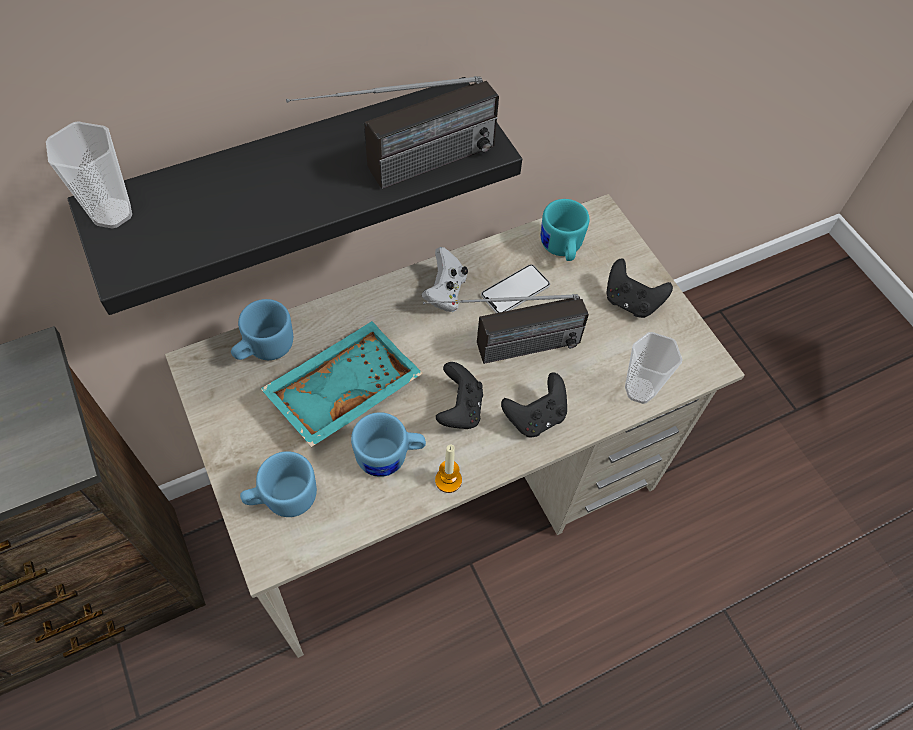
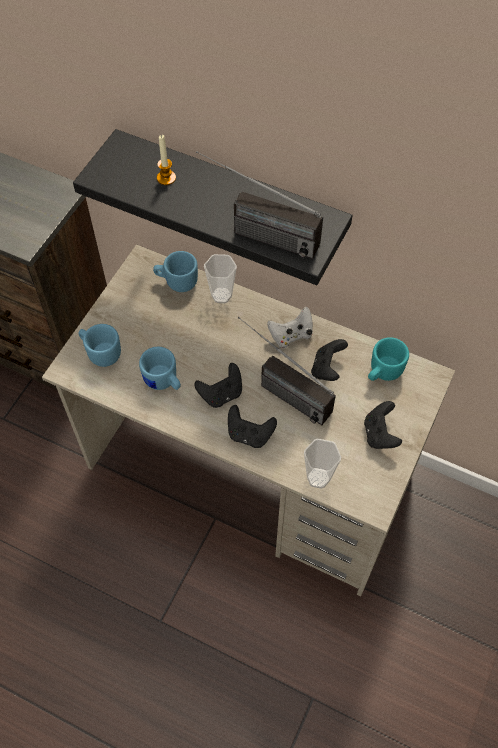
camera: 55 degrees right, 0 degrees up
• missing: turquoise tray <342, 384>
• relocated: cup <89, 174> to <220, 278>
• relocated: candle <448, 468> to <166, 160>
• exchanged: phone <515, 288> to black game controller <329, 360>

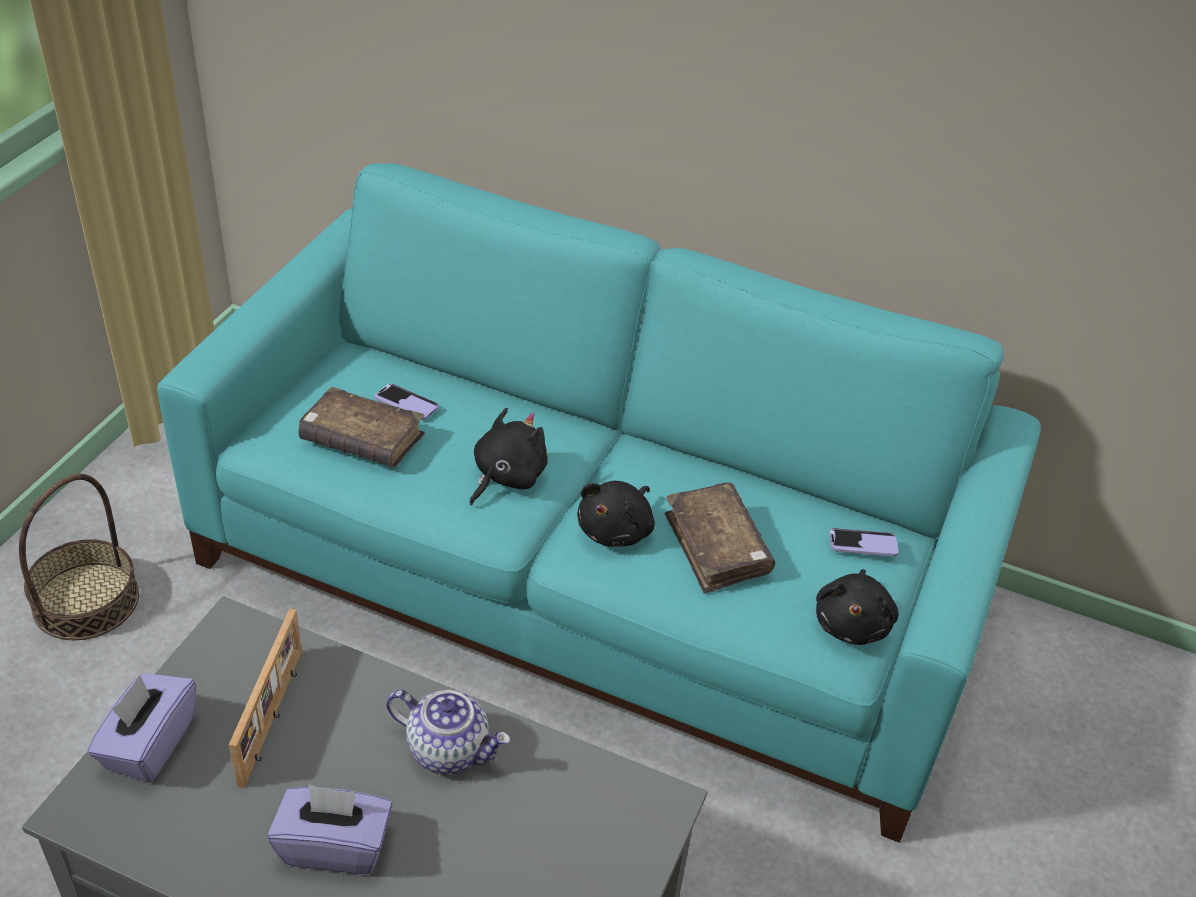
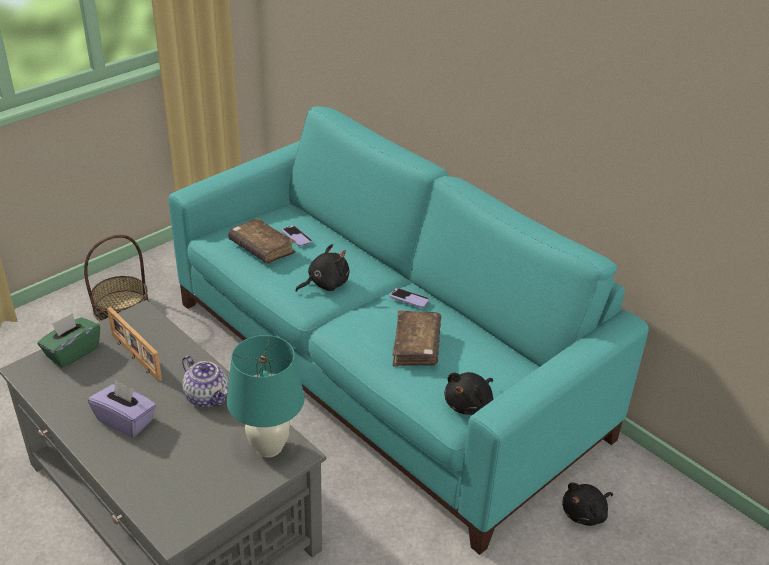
camera: 25 degrees right, 5 degrees down
• appeared: turquoise table lamp <266, 396>
• relocated: black plush toy <616, 513> to <587, 504>
• relocated: phone <864, 542> to <409, 298>
• colour: purple tissue box <141, 727> to green tissue box <68, 340>
• spun: picture frame <265, 698> = <134, 344> 105 degrees clockwise

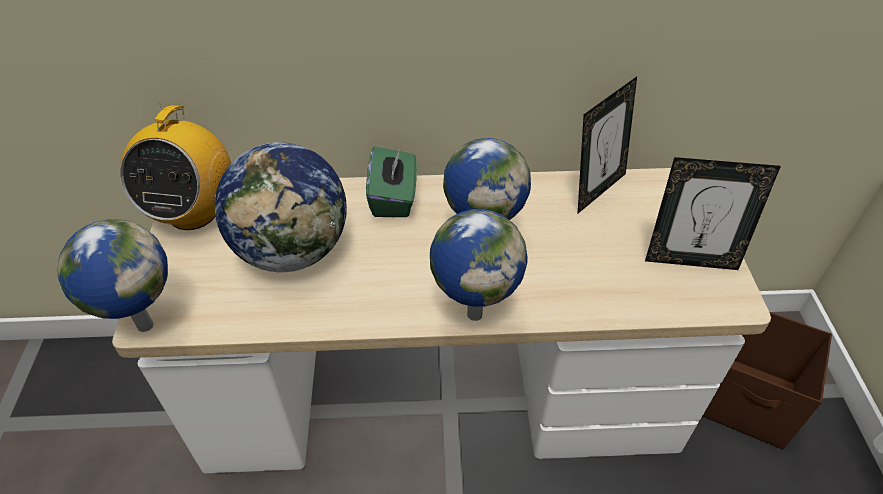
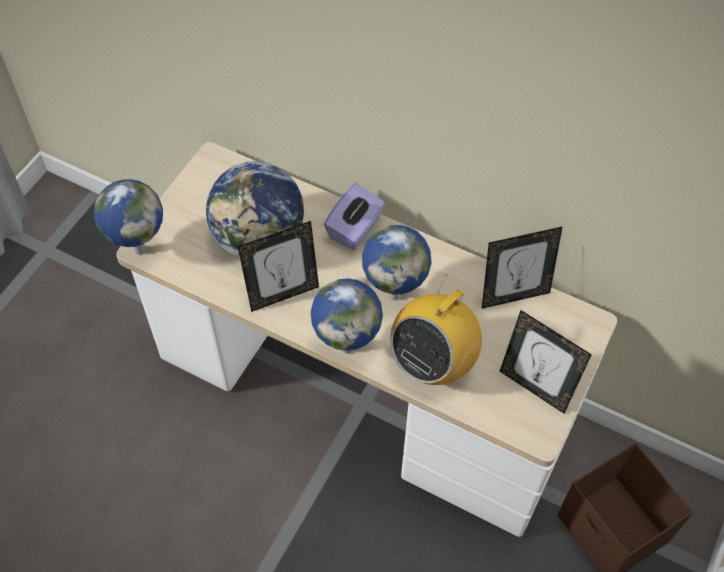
camera: 30 degrees right, 10 degrees up
• appeared: picture frame <278, 266>
• relocated: radio <175, 167> to <436, 330>
• colour: green tissue box <391, 181> to purple tissue box <354, 216>

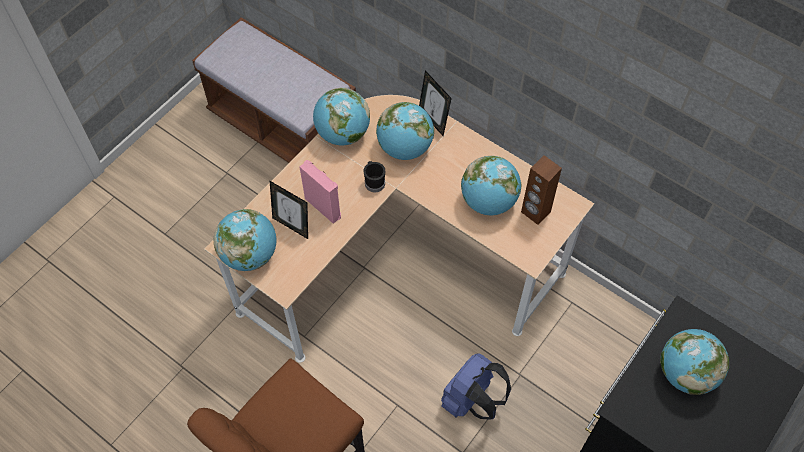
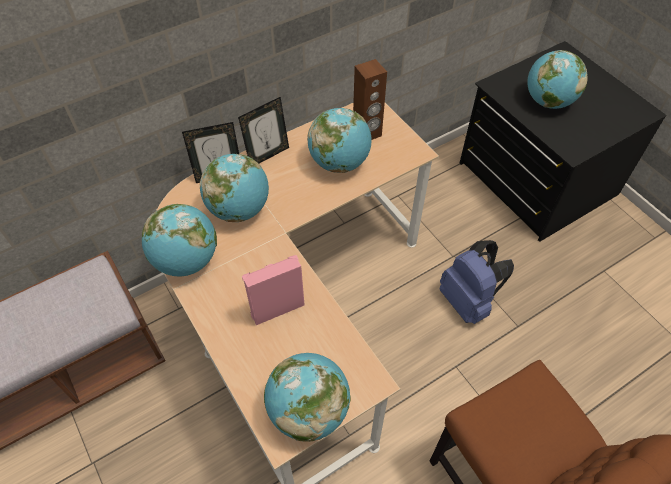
camera: 70 degrees left, 5 degrees down
• missing: black mug <375, 177>
• relocated: picture frame <289, 210> to <263, 130>

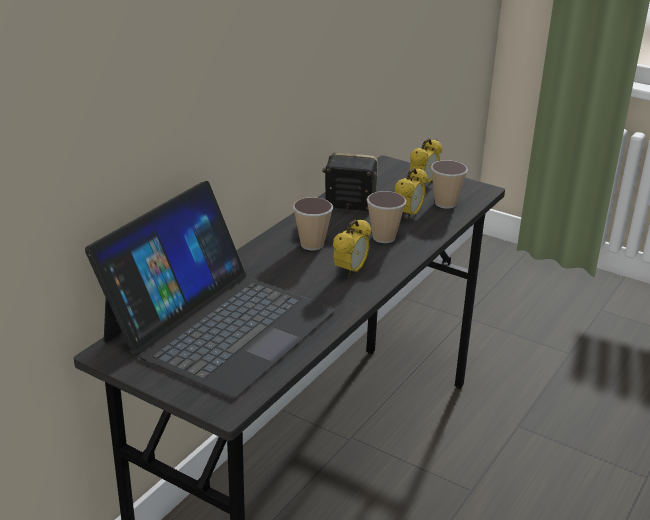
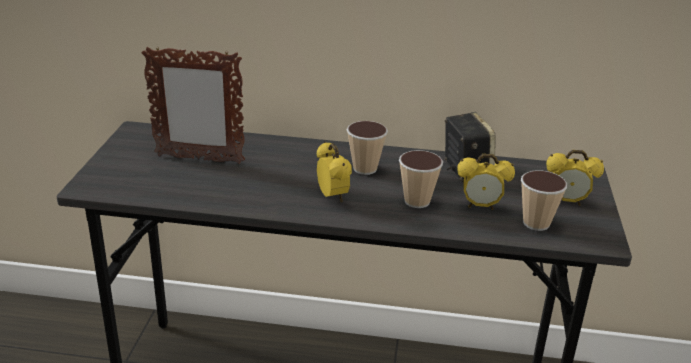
camera: 65 degrees right, 0 degrees up
• exchanged: laptop <210, 290> to picture frame <193, 105>
• spun: alarm clock <352, 248> = <334, 172> 120 degrees counterclockwise

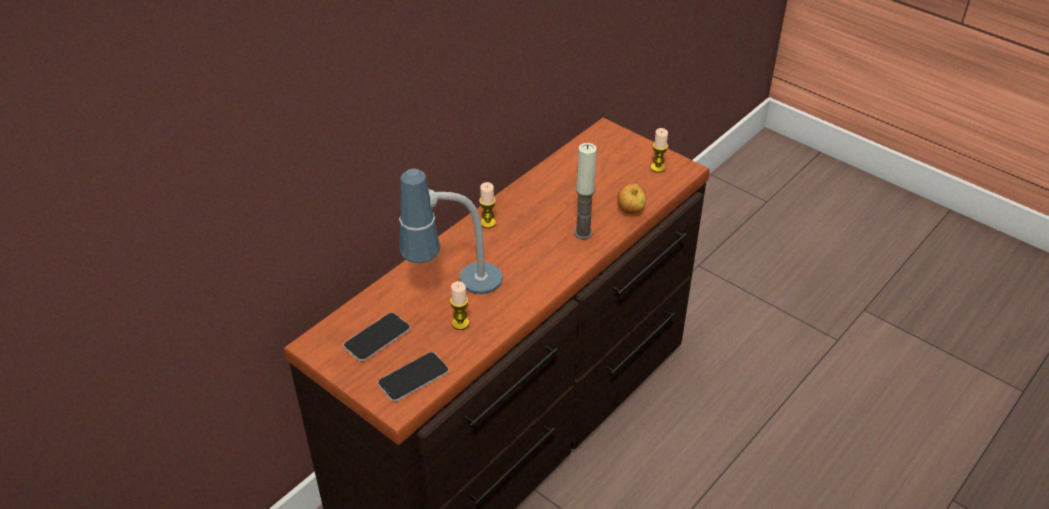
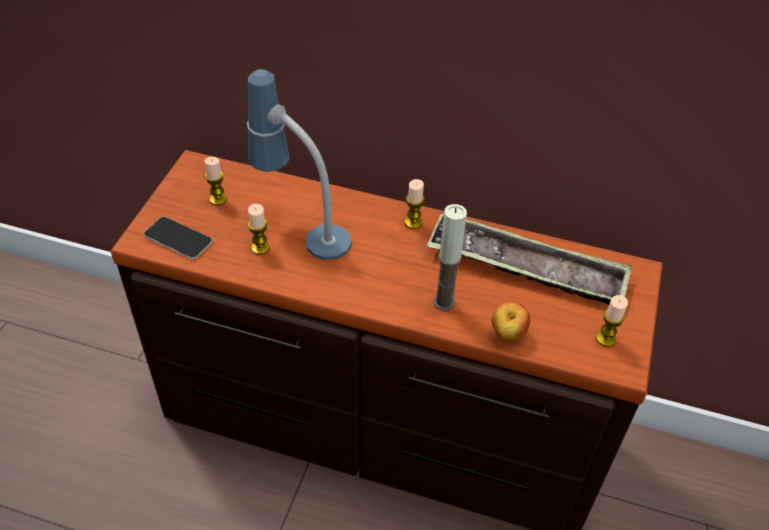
camera: 65 degrees right, 5 degrees up
• appeared: tray <529, 259>
• exchanged: phone <376, 337> to candle <215, 181>

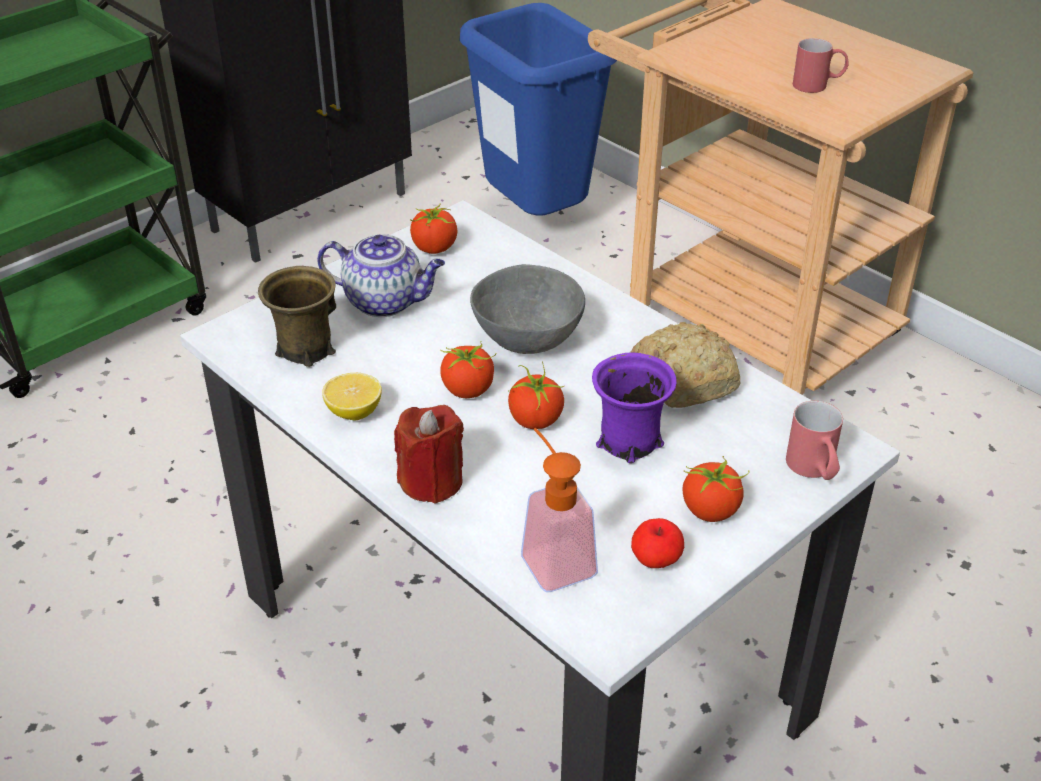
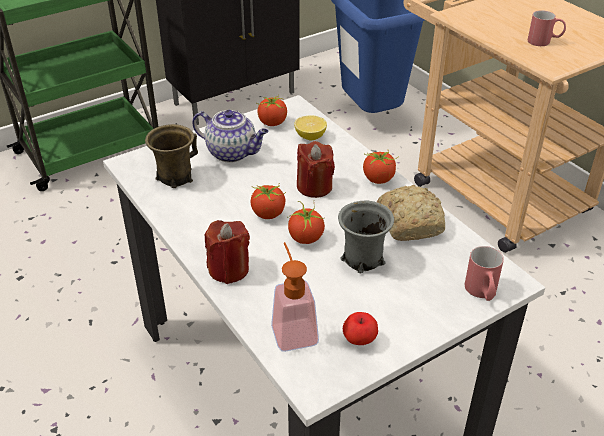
camera: 10 degrees right, 0 degrees up
• relocated: lemon <352, 397> to <310, 127>
• relocated: tomato <716, 489> to <381, 167>
• exchanged: grey bowl <527, 309> to red candle <316, 169>
• colour: purple mug <634, 407> to grey mug <366, 237>

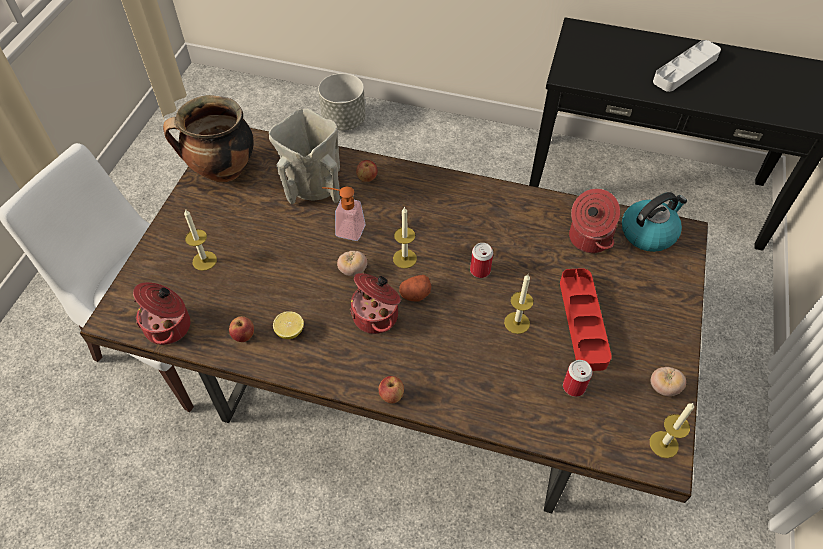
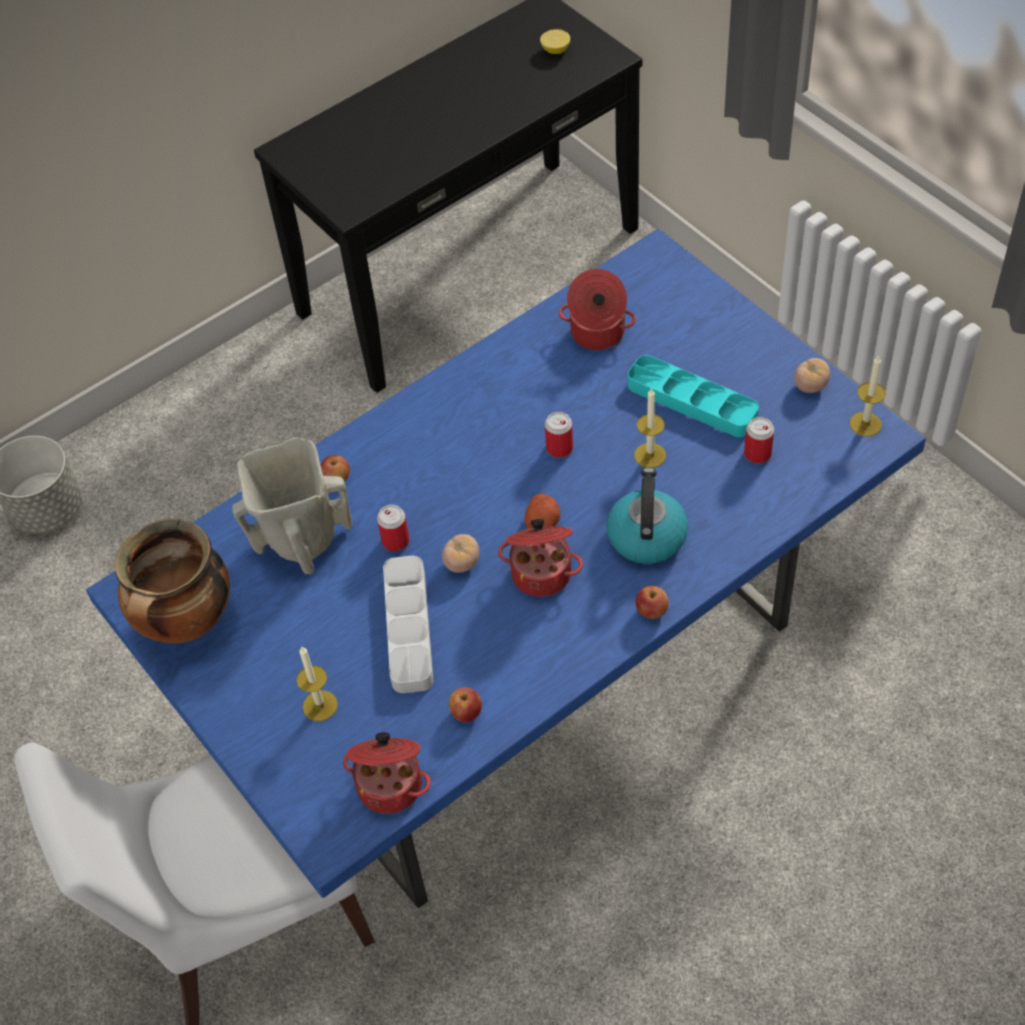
camera: 50 degrees left, 0 degrees up
• missing: candle <405, 237>
• relocated: lemon <288, 325> to <555, 41>
• relocated: kettle <654, 222> to <647, 516>
• relocated: grey tray <687, 66> to <408, 624>
• exchanged: soap dispenser <343, 214> to can <393, 528>
• colour: brown dining table <394, 320> to blue dining table <506, 568>
• colour: red tray <586, 319> to turquoise tray <693, 396>

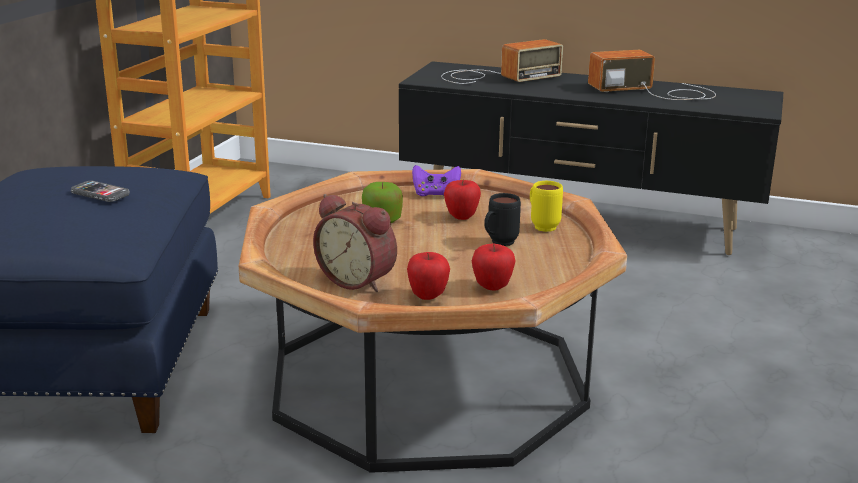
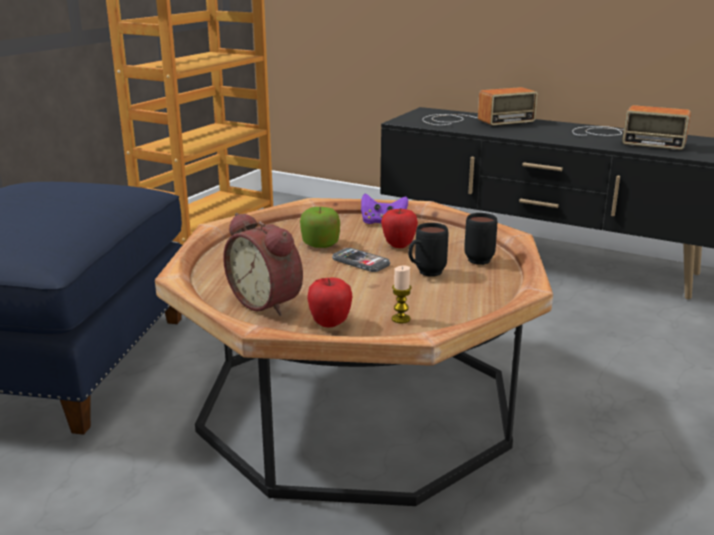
camera: 10 degrees right, 0 degrees up
• relocated: phone <100, 191> to <361, 260>
• exchanged: apple <494, 267> to candle <402, 295>
• colour: yellow mug <546, 206> to black mug <480, 239>
• spun: radio <652, 75> = <631, 127> 150 degrees counterclockwise

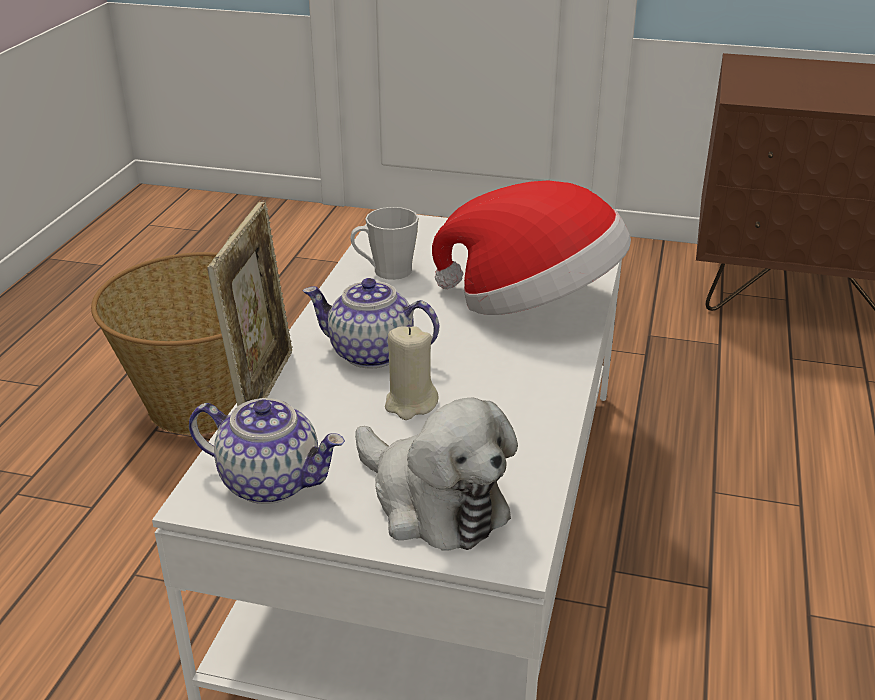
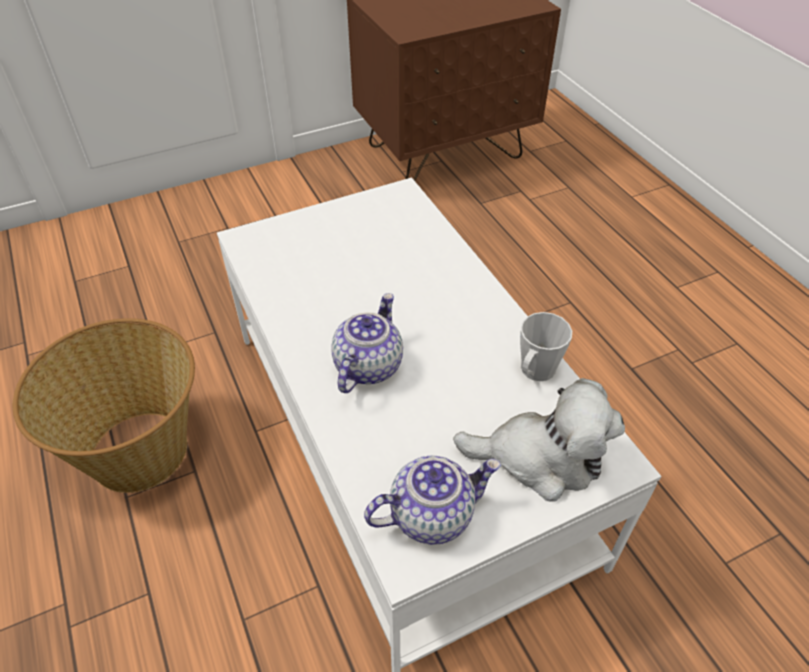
camera: 40 degrees left, 15 degrees up
• missing: picture frame <250, 303>
• missing: beige candle <412, 373>
• missing: hat <531, 248>
• relocated: grey mug <384, 243> to <546, 346>
• spun: teapot <370, 323> = <367, 343> 135 degrees clockwise

